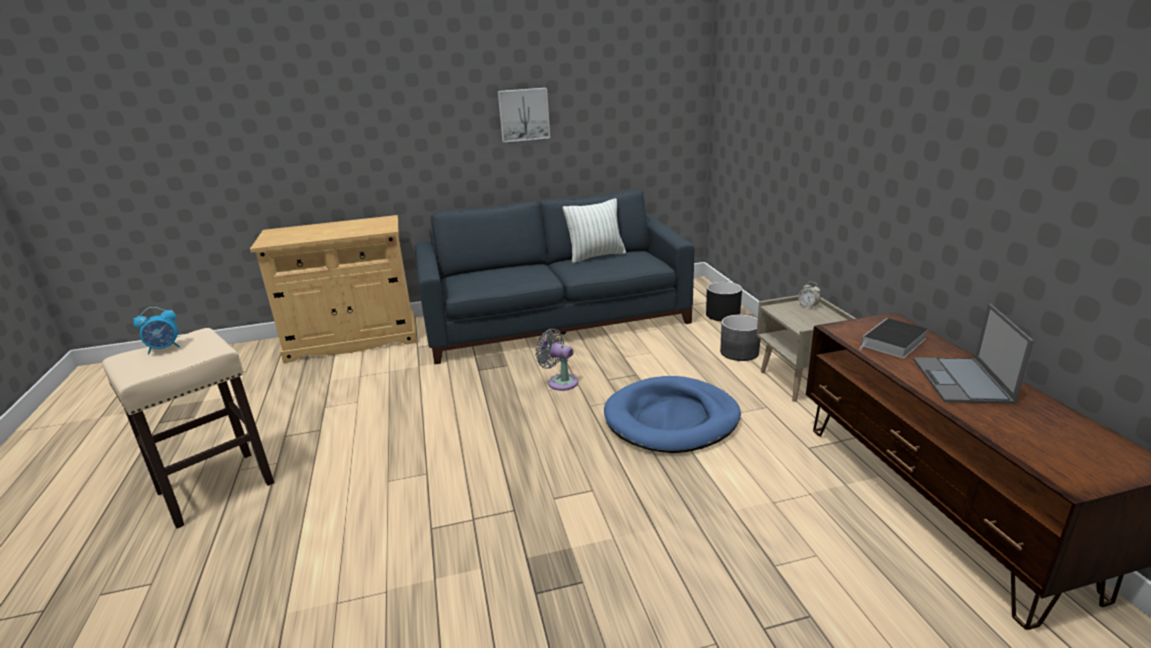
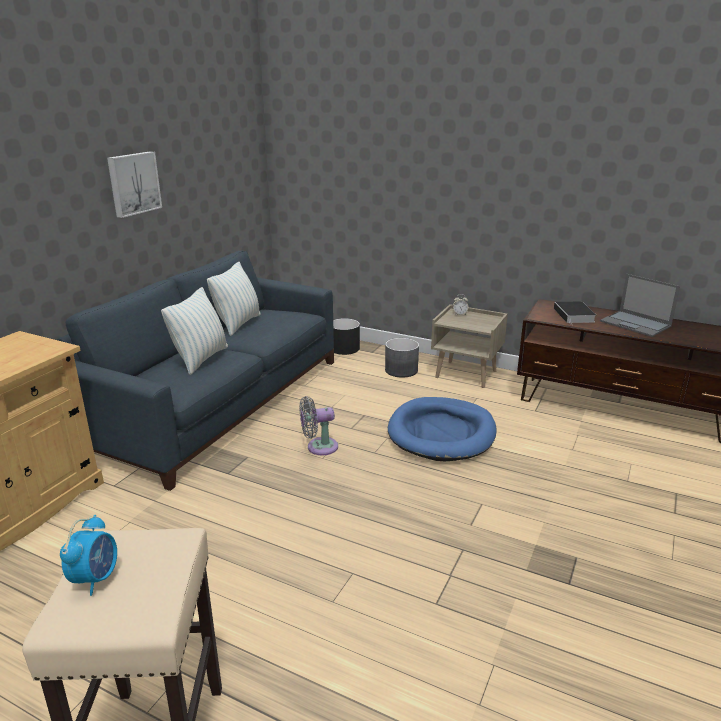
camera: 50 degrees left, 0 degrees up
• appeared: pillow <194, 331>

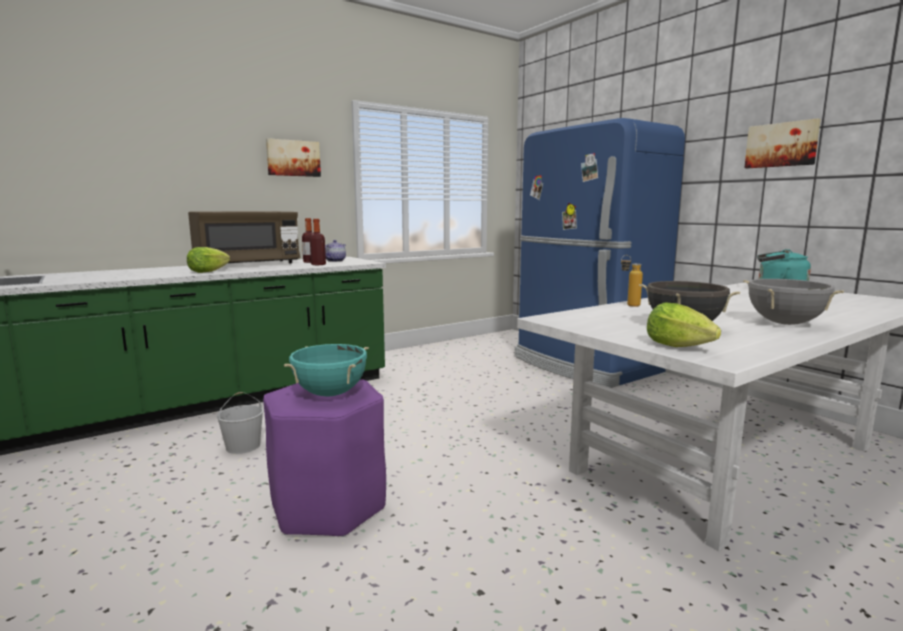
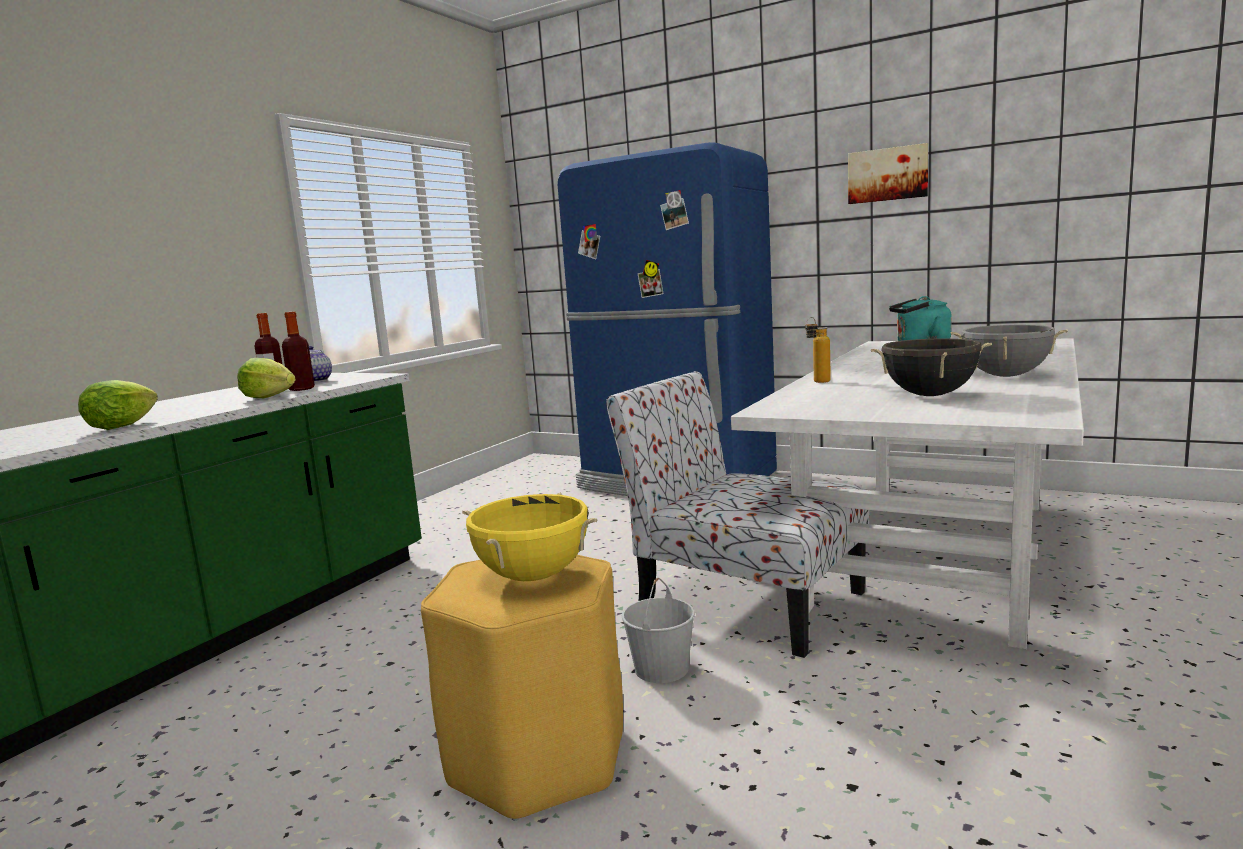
camera: 25 degrees left, 0 degrees up
• missing: brown microwave <244, 237>
• missing: picture <293, 157>
• appeared: chair <738, 514>
• relocated: white bucket <240, 423> to <658, 630>
• relocated: lettuce <684, 324> to <266, 378>
• colour: purple stool <324, 458> to yellow stool <522, 688>
• colour: turquoise cooking pot <326, 370> to yellow cooking pot <530, 536>

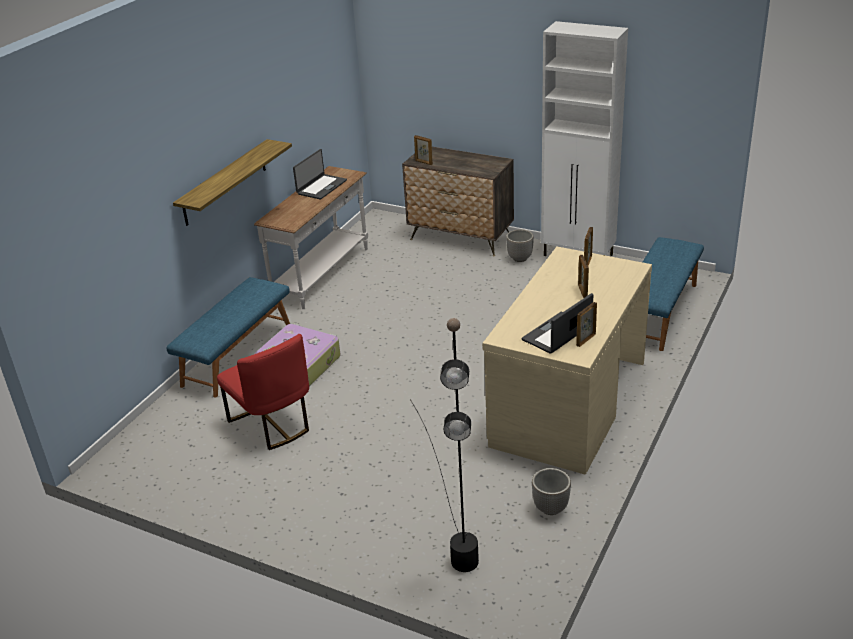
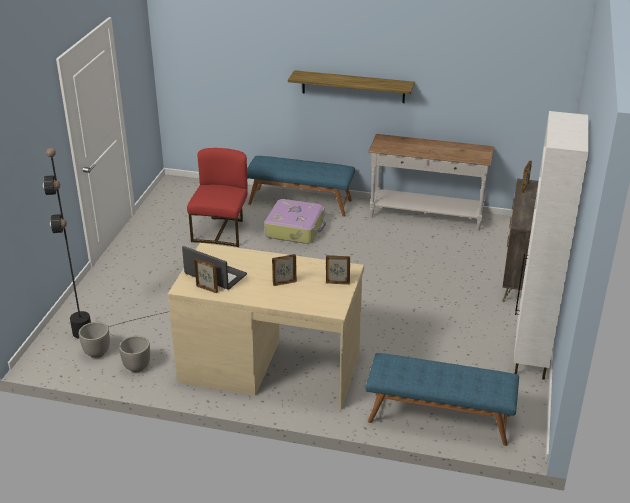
camera: 75 degrees right, 0 degrees up
• missing: laptop <320, 174>
• relocated: planter <520, 245> to <94, 340>
• spun: red chair <263, 392> = <217, 197> 150 degrees clockwise

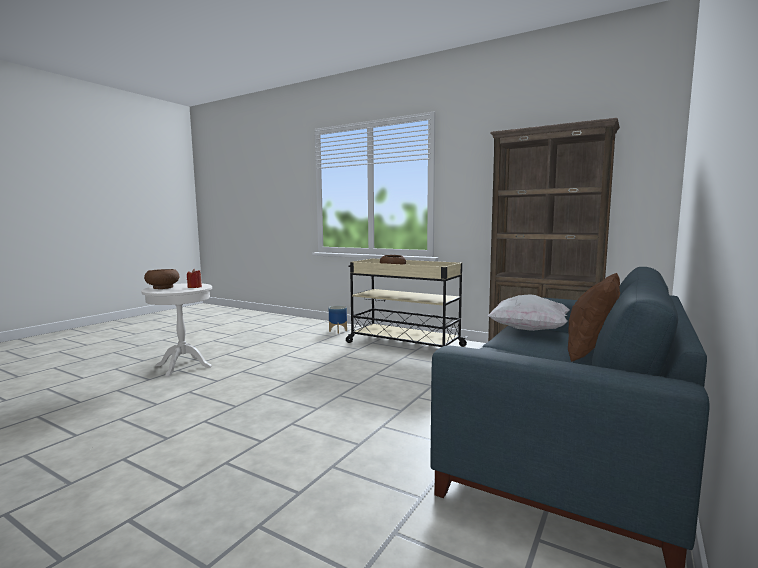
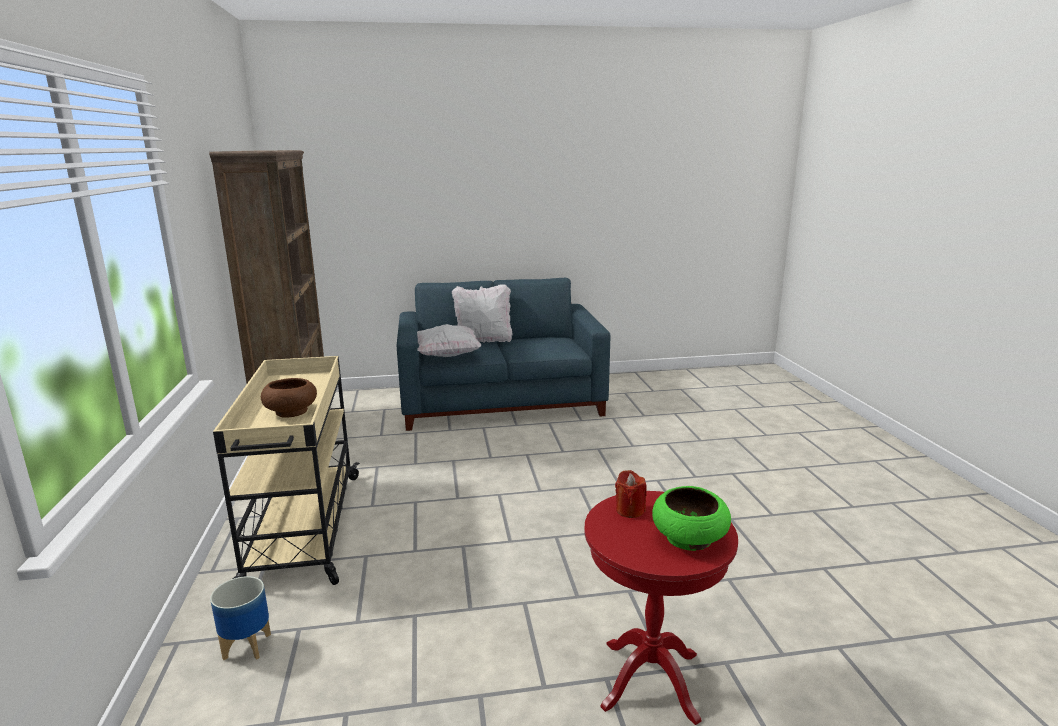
camera: 130 degrees left, 10 degrees up
• colour: white side table <176, 330> to red side table <661, 608>
• colour: brown bowl <162, 279> to green bowl <691, 518>
• colour: brown pillow <594, 317> to white pillow <482, 313>

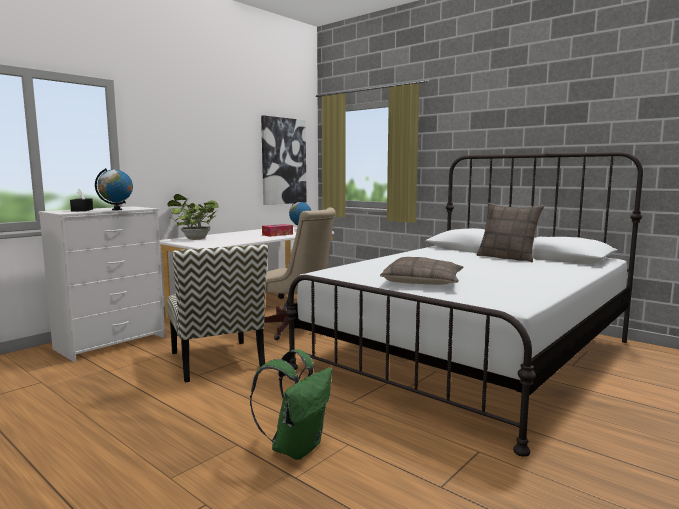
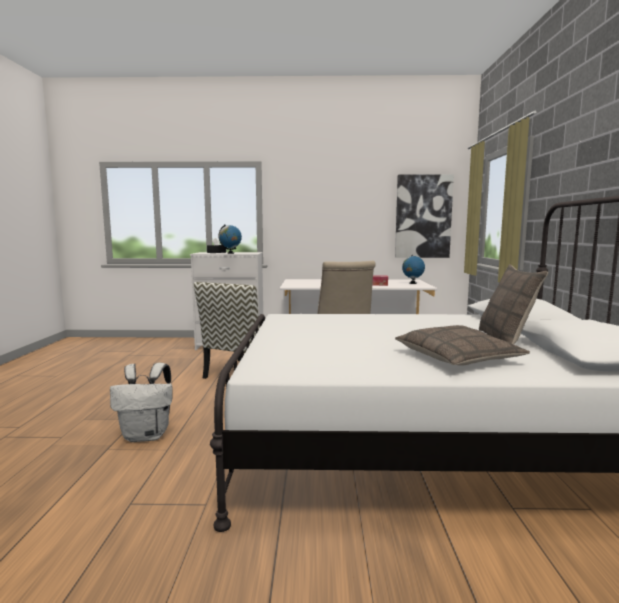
camera: 50 degrees right, 0 degrees up
• missing: potted plant <193, 217>
• relocated: pillow <421, 271> to <462, 345>
• colour: green backpack <291, 404> to white backpack <141, 402>

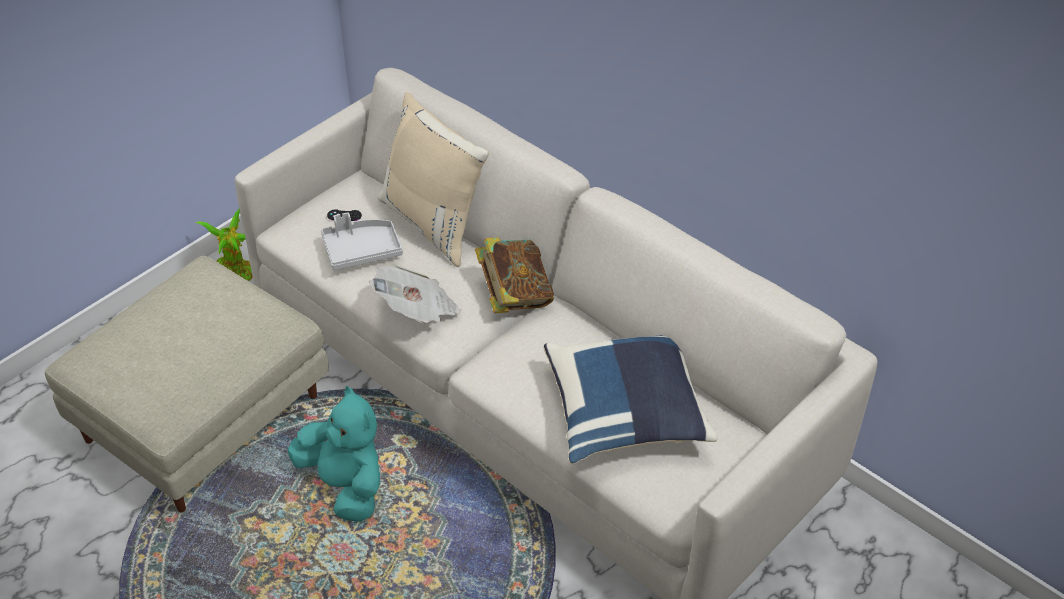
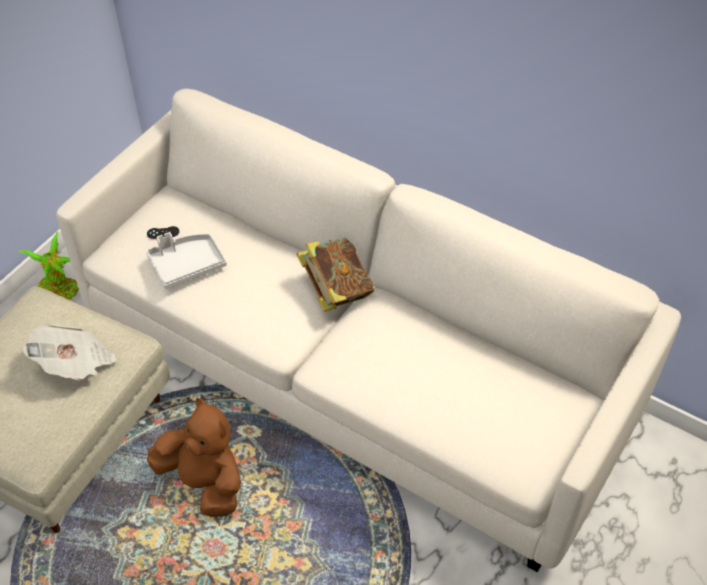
camera: 10 degrees left, 5 degrees up
• missing: beige pillow <433, 179>
• missing: blue pillow <630, 399>
• relocated: newspaper <415, 294> to <69, 351>
• colour: turquoise plush toy <333, 454> to brown plush toy <194, 457>

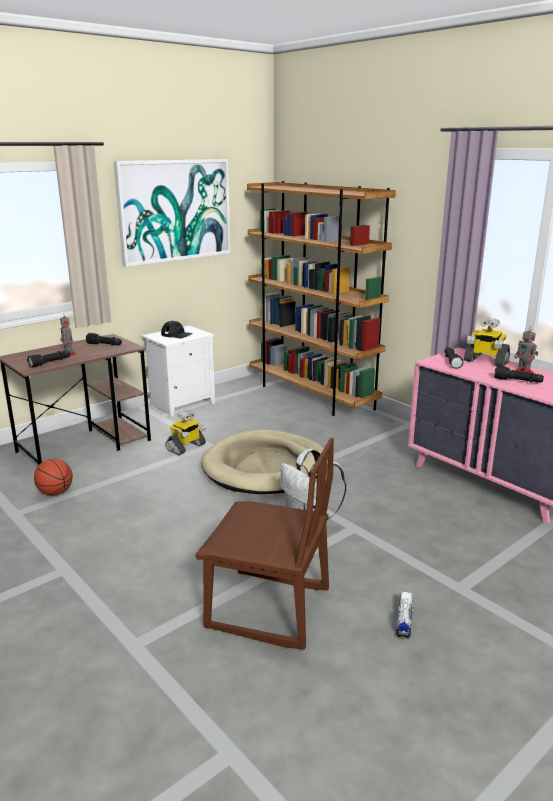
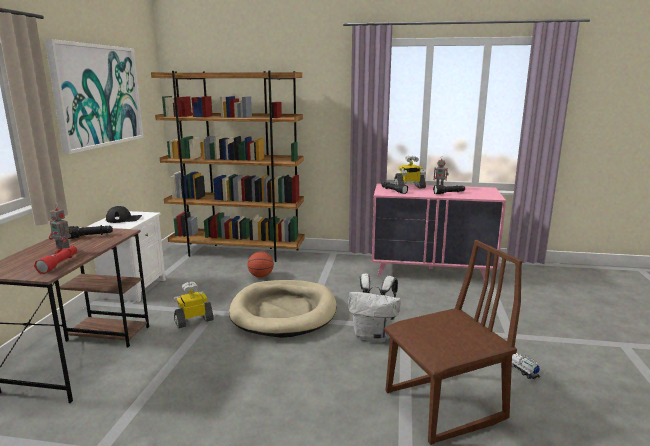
camera: 40 degrees left, 5 degrees down
• relocated: basketball <53, 477> to <260, 264>
• colour: black flashlight <48, 359> to red flashlight <55, 260>
• spun: toy robot <185, 432> = <194, 305> 120 degrees counterclockwise

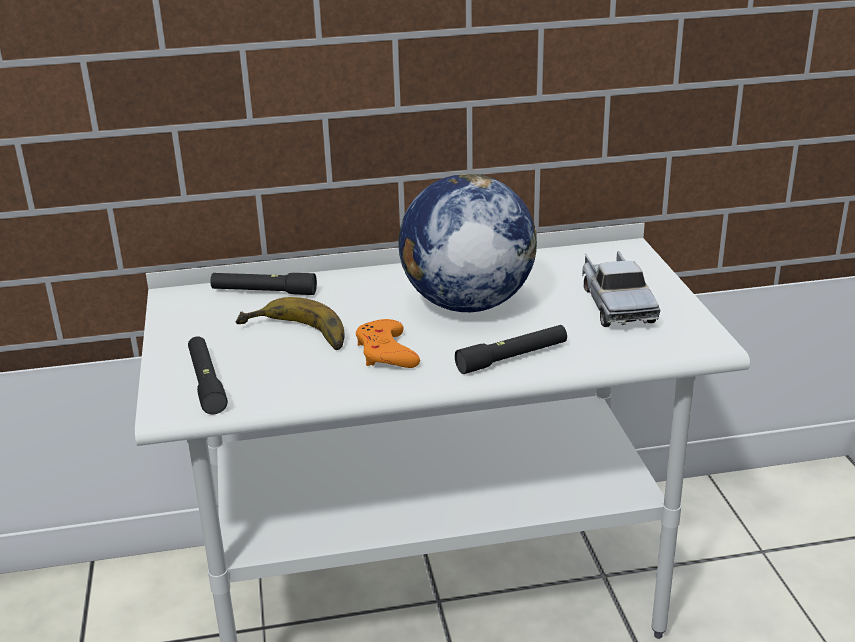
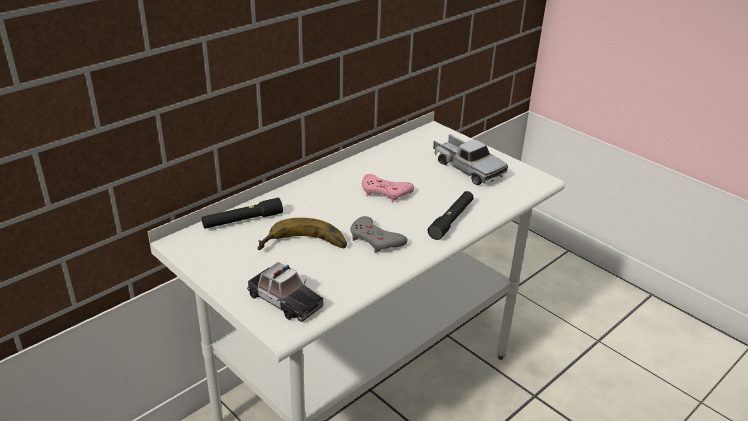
camera: 35 degrees left, 5 degrees up
• exchanged: black flashlight <208, 375> to toy car <285, 292>
• exchanged: globe <467, 243> to pink game controller <388, 188>
• colour: orange game controller <388, 343> to grey game controller <378, 234>

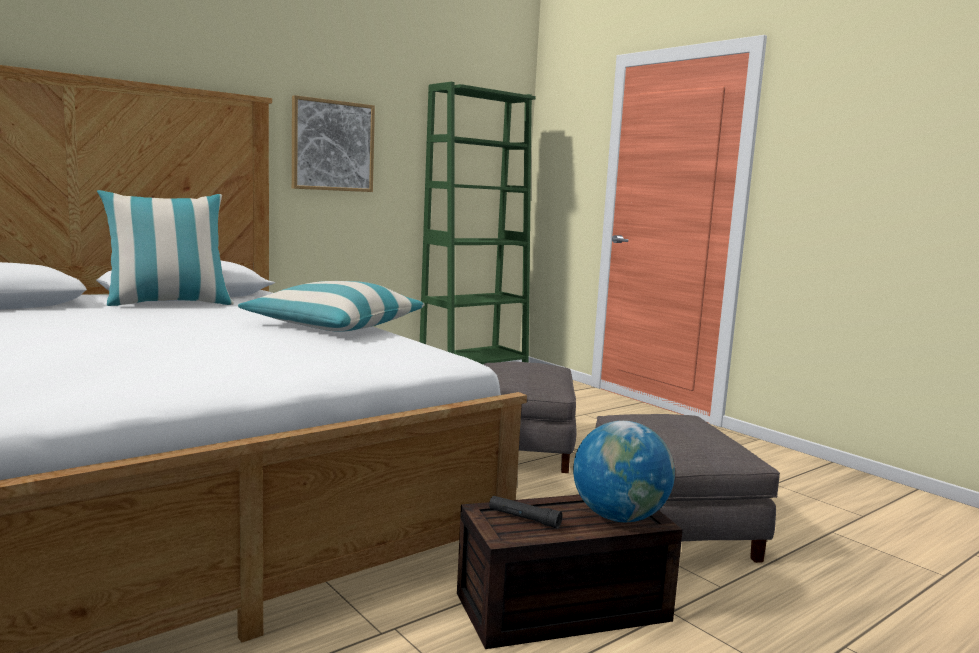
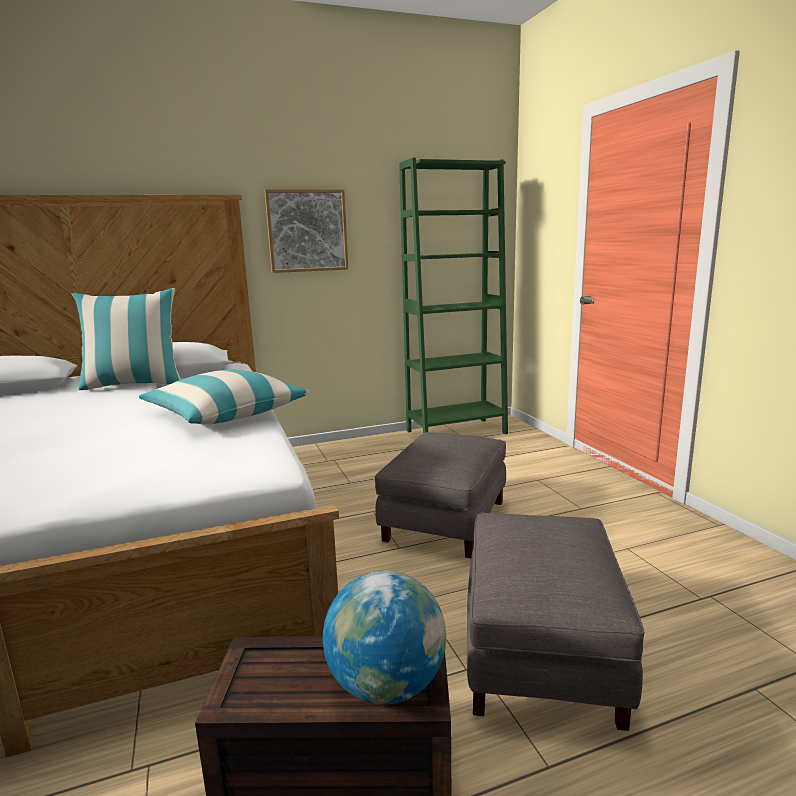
camera: 20 degrees right, 5 degrees up
• missing: black flashlight <526, 512>

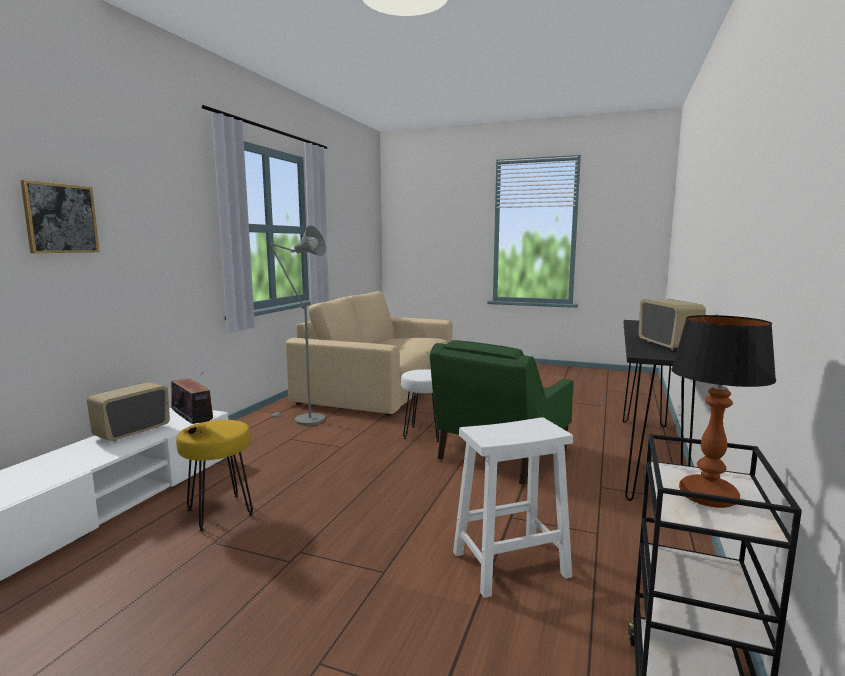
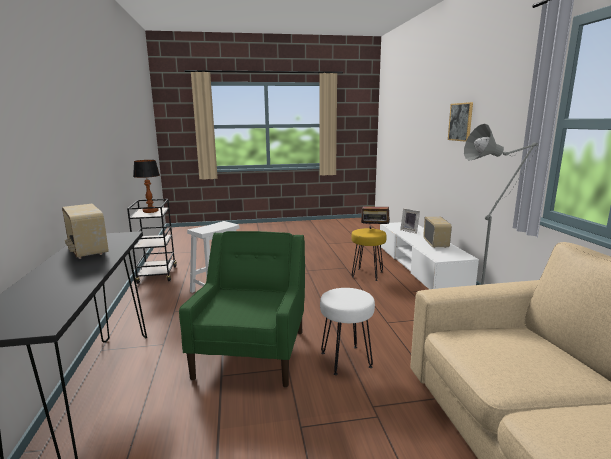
camera: 150 degrees right, 5 degrees up
• appeared: picture frame <410, 221>

